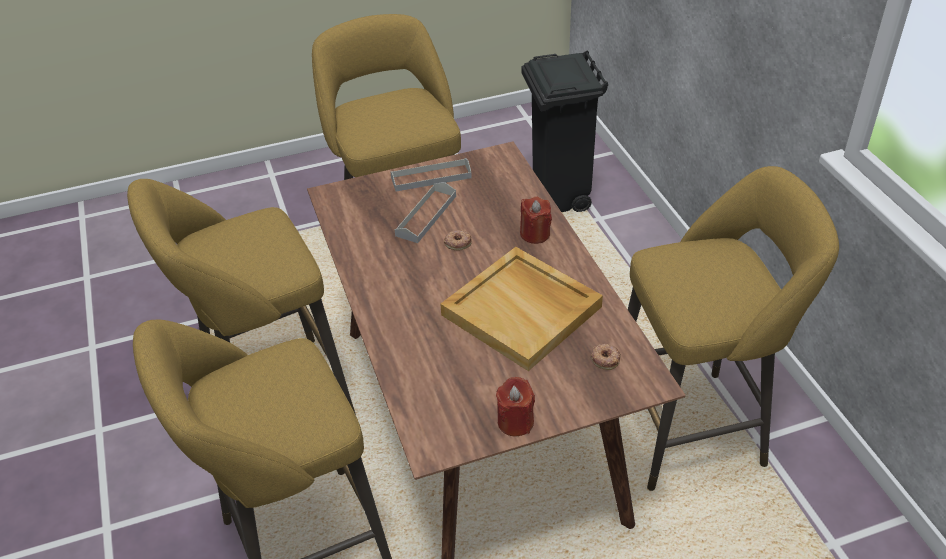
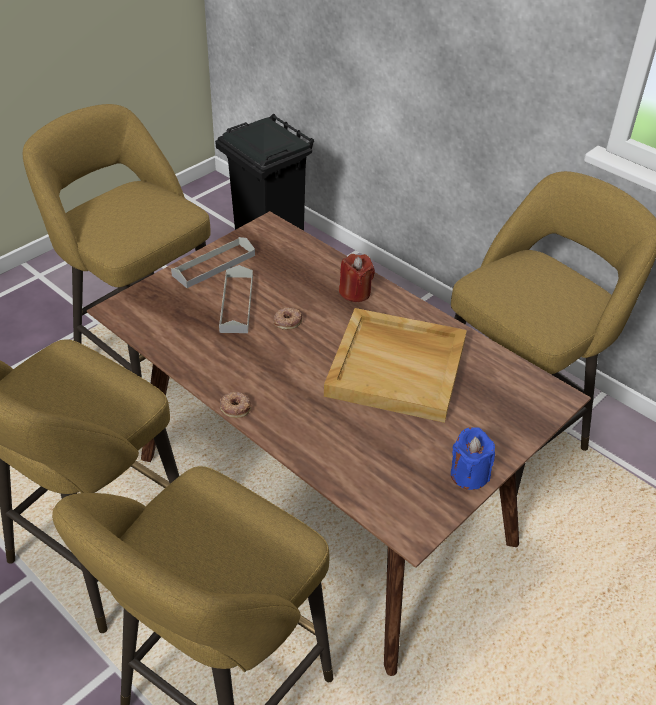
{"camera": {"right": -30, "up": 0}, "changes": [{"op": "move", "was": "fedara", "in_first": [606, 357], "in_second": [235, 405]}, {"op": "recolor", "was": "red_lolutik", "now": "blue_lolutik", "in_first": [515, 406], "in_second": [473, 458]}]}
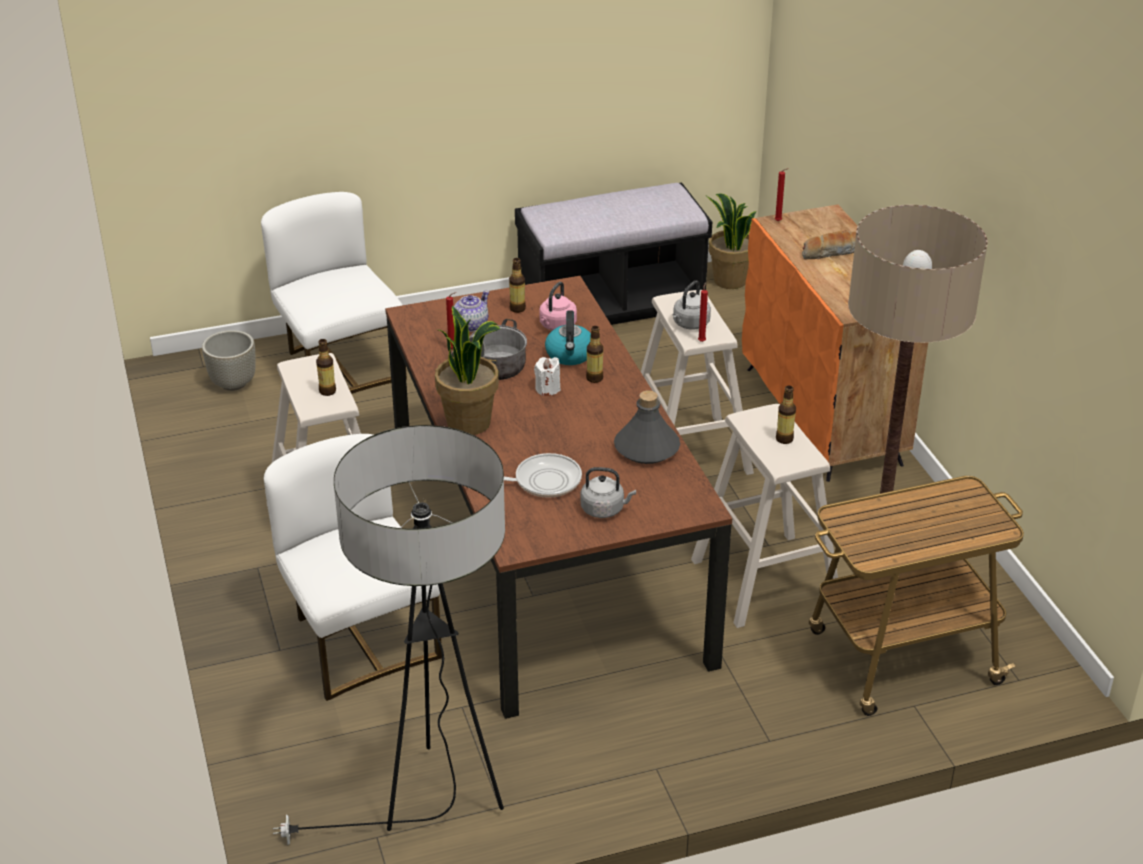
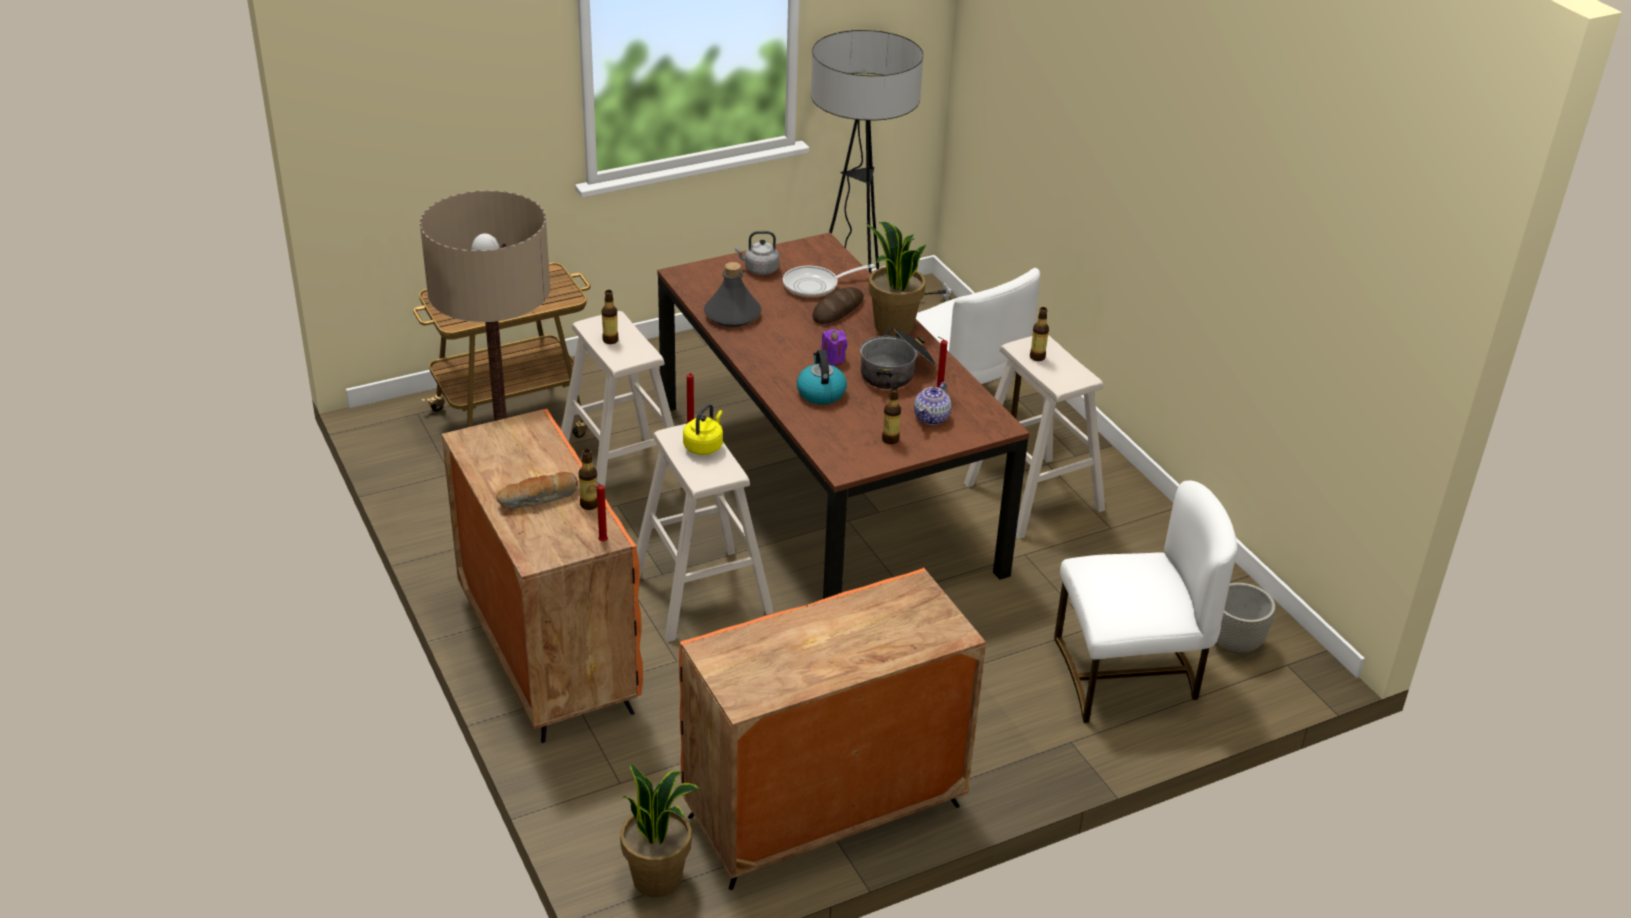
{"camera": {"right": 170, "up": 0}, "changes": [{"op": "replace", "was": "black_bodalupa", "now": "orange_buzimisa", "in_first": [613, 254], "in_second": [832, 729]}, {"op": "rotate", "was": "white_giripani", "in_first": [334, 293], "in_second": [1146, 601], "clockwise": -60}, {"op": "recolor", "was": "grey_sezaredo", "now": "yellow_sezaredo", "in_first": [692, 305], "in_second": [703, 429]}, {"op": "delete", "was": "pink_sezaredo", "in_first": [558, 306]}, {"op": "move", "was": "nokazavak", "in_first": [594, 354], "in_second": [588, 479]}, {"op": "recolor", "was": "white_lolutik", "now": "purple_lolutik", "in_first": [547, 376], "in_second": [834, 347]}, {"op": "insert", "now": "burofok", "in_second": [838, 305]}]}
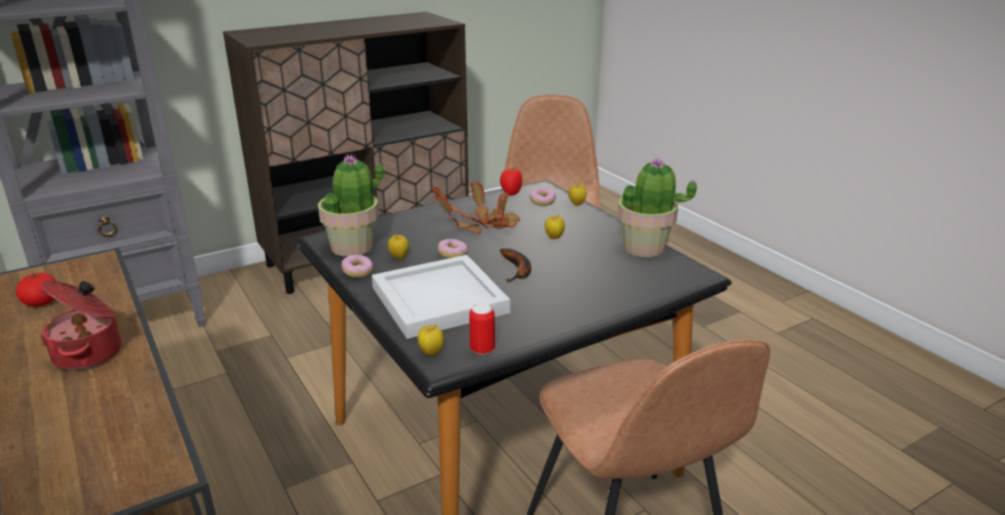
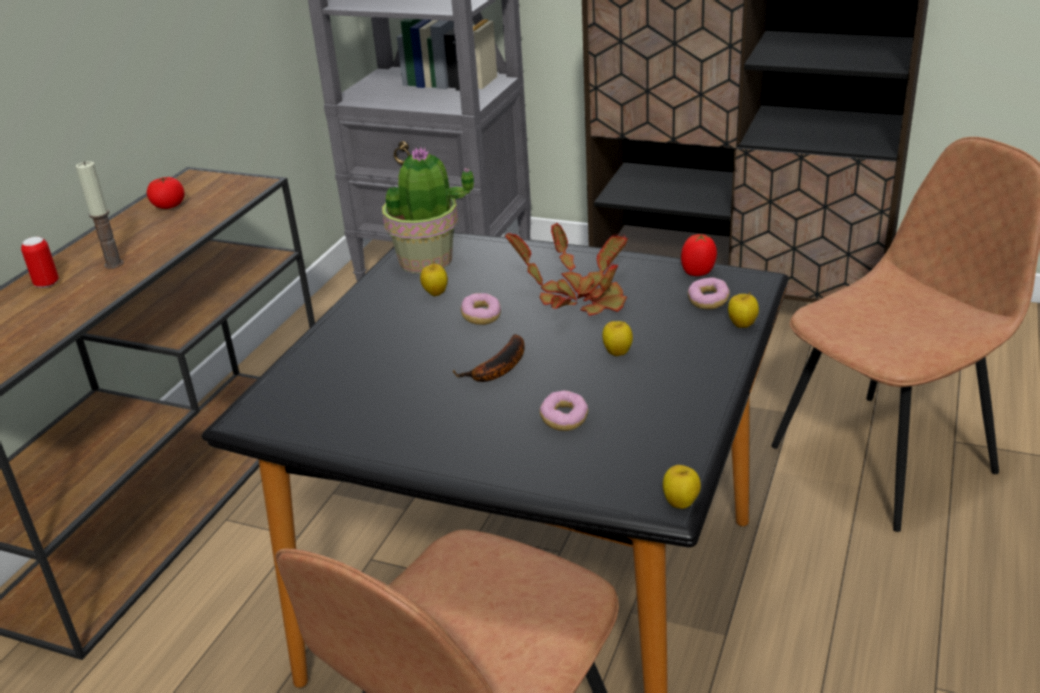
{"camera": {"right": 55, "up": 5}, "changes": [{"op": "delete", "was": "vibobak", "in_first": [657, 207]}, {"op": "move", "was": "fedara", "in_first": [357, 266], "in_second": [564, 410]}, {"op": "delete", "was": "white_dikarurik", "in_first": [441, 297]}, {"op": "replace", "was": "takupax", "now": "lolutik", "in_first": [80, 325], "in_second": [100, 215]}, {"op": "move", "was": "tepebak", "in_first": [482, 329], "in_second": [40, 262]}, {"op": "move", "was": "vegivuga", "in_first": [431, 340], "in_second": [682, 487]}]}
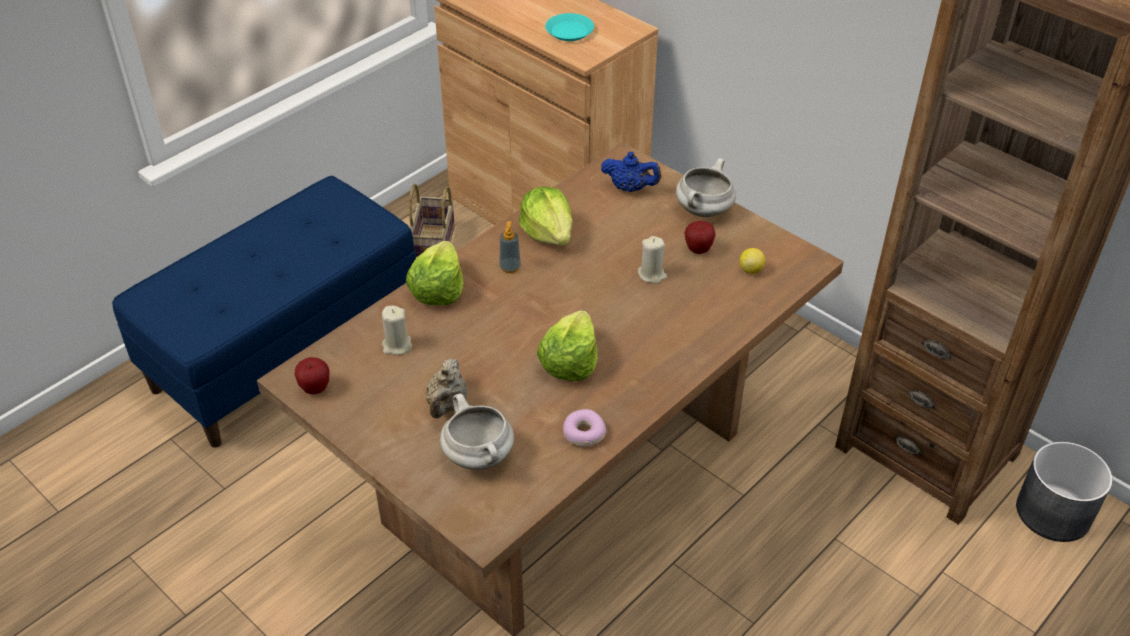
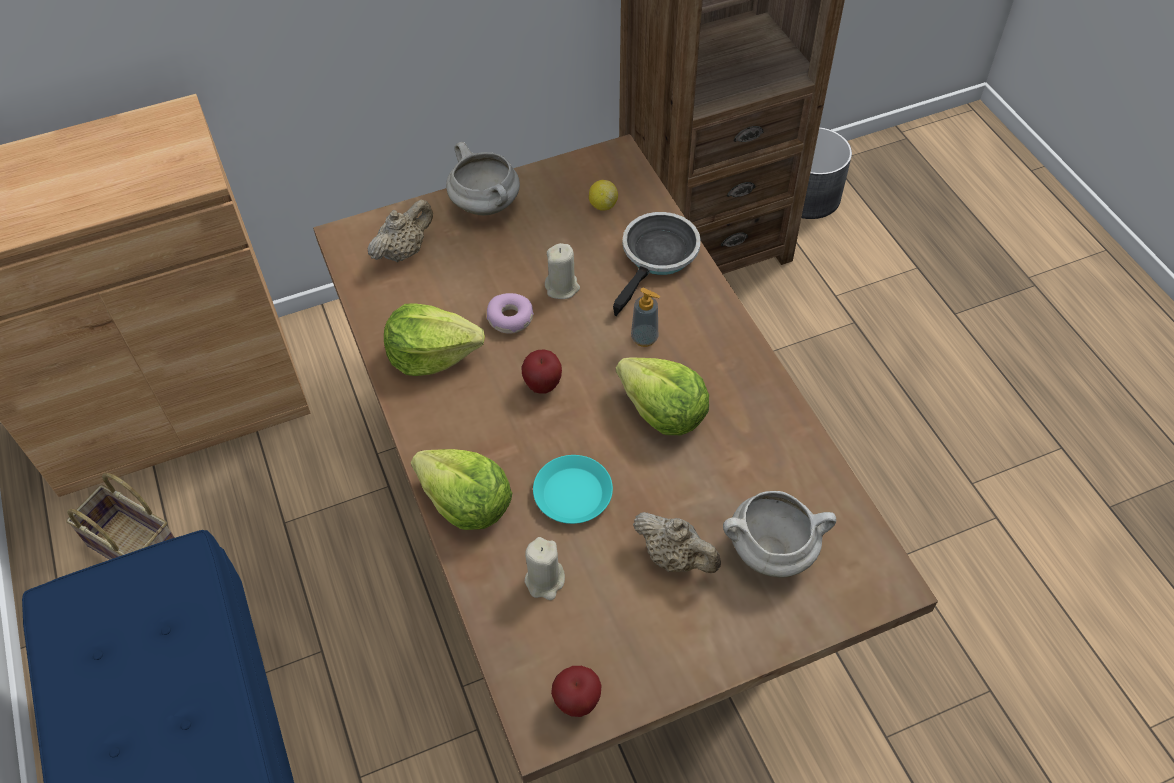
{"camera": {"right": -65, "up": 10}, "changes": [{"op": "move", "was": "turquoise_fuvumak", "in_first": [569, 27], "in_second": [573, 489]}, {"op": "recolor", "was": "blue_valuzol", "now": "beige_valuzol", "in_first": [631, 172], "in_second": [400, 231]}, {"op": "move", "was": "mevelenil", "in_first": [510, 247], "in_second": [645, 317]}, {"op": "move", "was": "vegivuga", "in_first": [700, 237], "in_second": [542, 371]}, {"op": "move", "was": "fedara", "in_first": [584, 428], "in_second": [510, 313]}, {"op": "insert", "now": "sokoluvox", "in_second": [657, 264]}]}
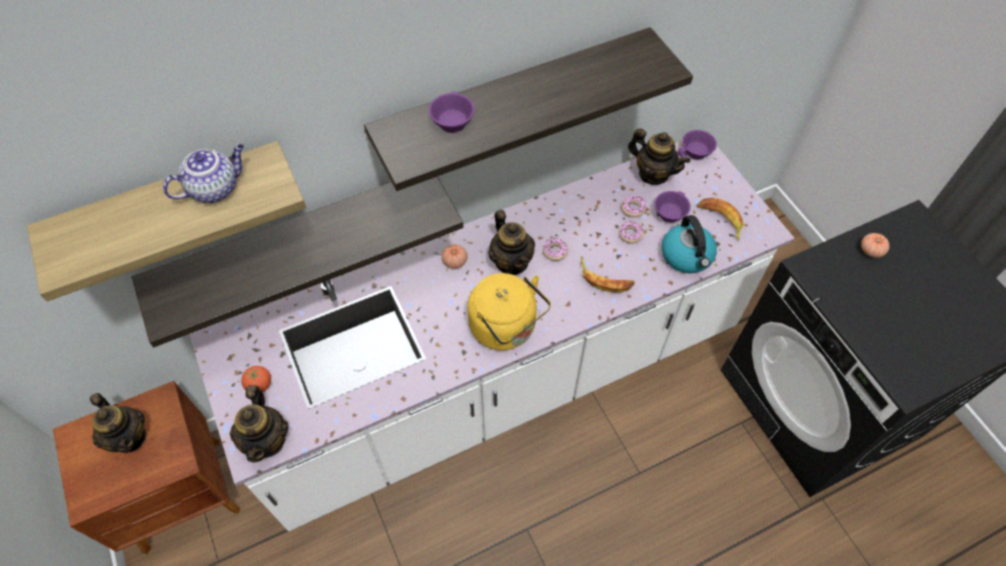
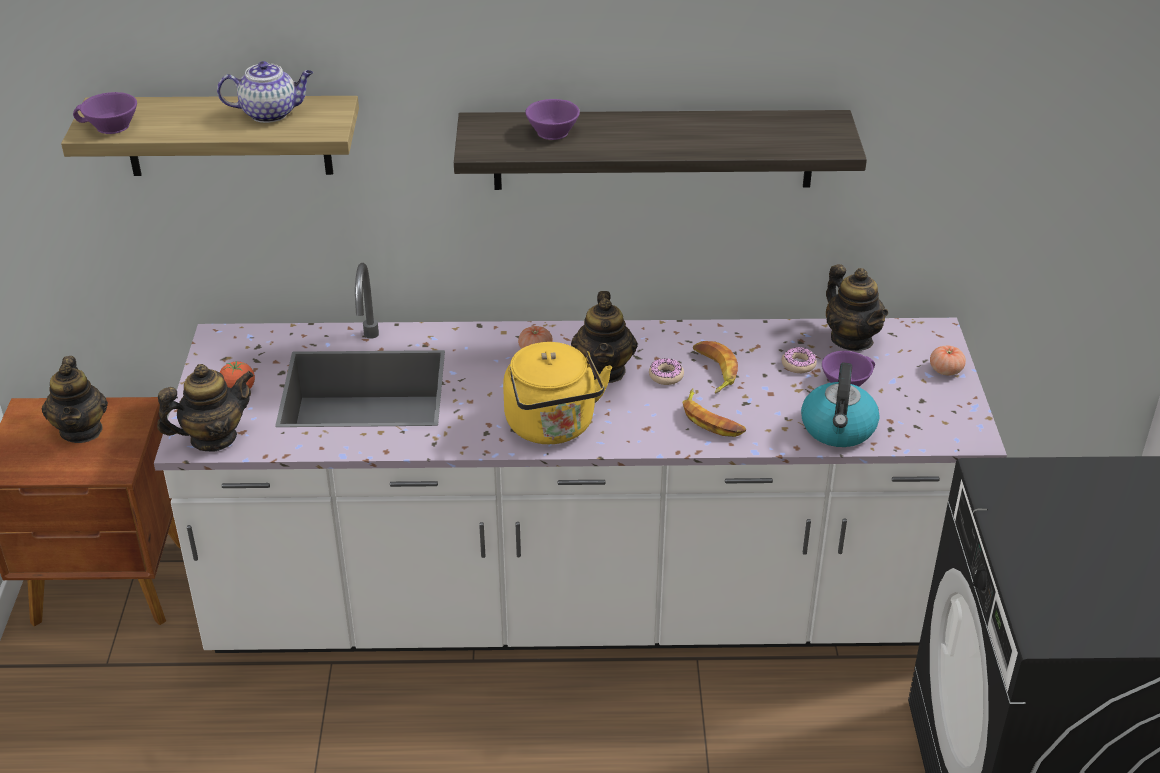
{"camera": {"right": 25, "up": -20}, "changes": [{"op": "move", "was": "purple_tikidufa", "in_first": [697, 145], "in_second": [105, 113]}, {"op": "delete", "was": "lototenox", "in_first": [297, 262]}, {"op": "move", "was": "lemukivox", "in_first": [720, 219], "in_second": [715, 367]}, {"op": "delete", "was": "fedara", "in_first": [631, 232]}, {"op": "move", "was": "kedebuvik", "in_first": [875, 245], "in_second": [948, 360]}, {"op": "rotate", "was": "valuzol", "in_first": [259, 423], "in_second": [205, 408], "clockwise": -135}]}
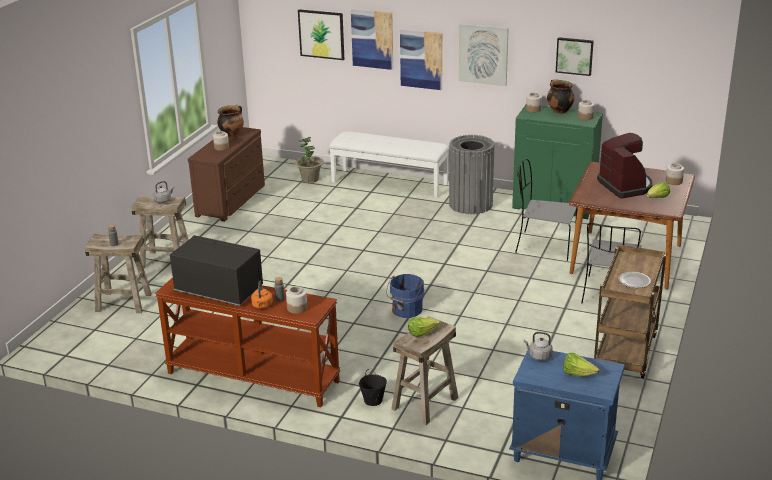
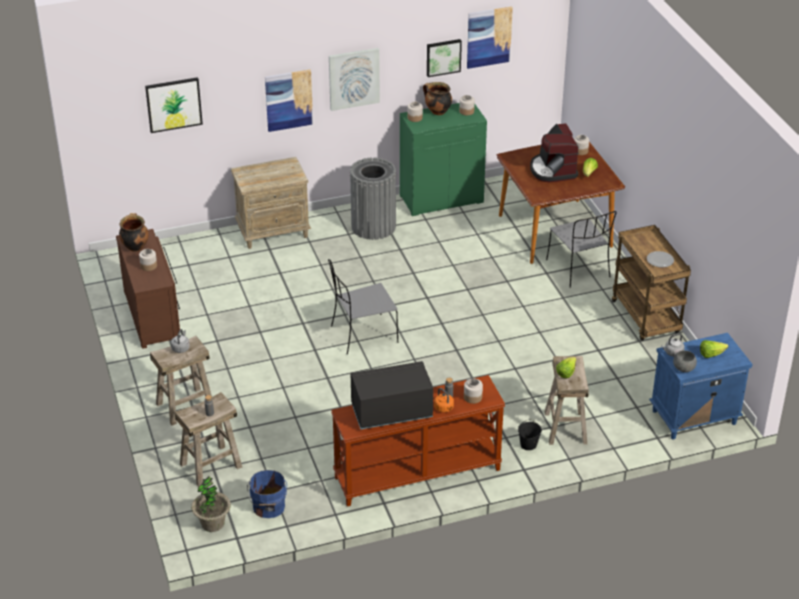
{"camera": {"right": -40, "up": 10}, "changes": [{"op": "move", "was": "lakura", "in_first": [372, 39], "in_second": [490, 37]}, {"op": "replace", "was": "white_bodalupa", "now": "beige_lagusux", "in_first": [389, 164], "in_second": [271, 203]}, {"op": "rotate", "was": "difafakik", "in_first": [624, 166], "in_second": [554, 152], "clockwise": -135}, {"op": "move", "was": "vibobak", "in_first": [309, 160], "in_second": [211, 504]}, {"op": "move", "was": "grey_giripani", "in_first": [546, 210], "in_second": [363, 306]}, {"op": "move", "was": "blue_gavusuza", "in_first": [405, 296], "in_second": [267, 494]}, {"op": "insert", "now": "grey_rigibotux", "in_second": [685, 361]}]}
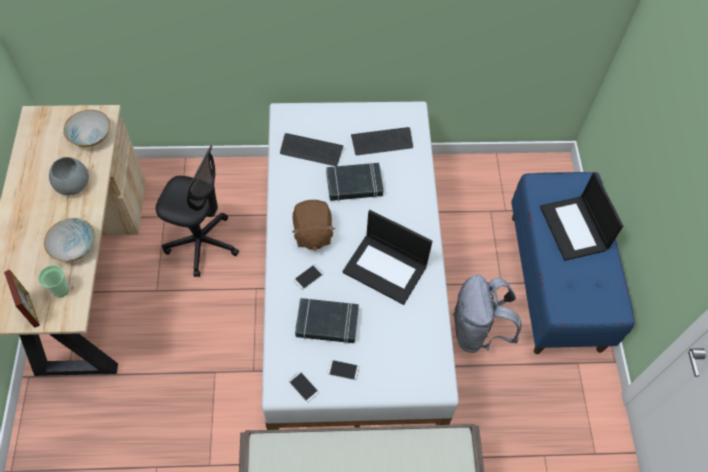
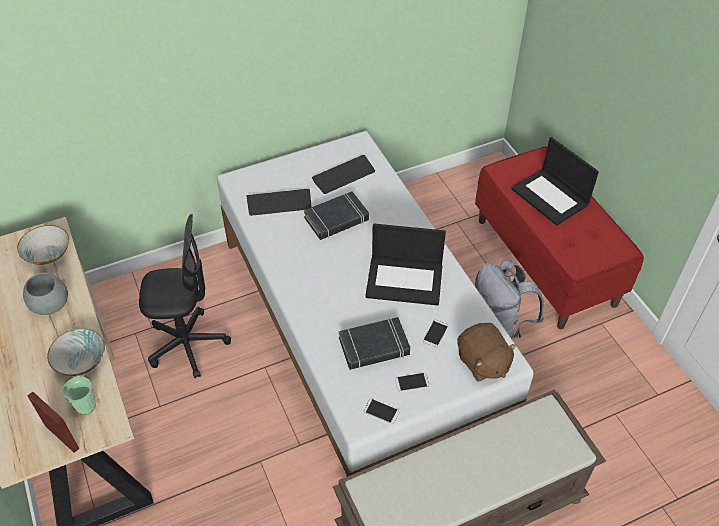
{"camera": {"right": -20, "up": -10}, "changes": [{"op": "recolor", "was": "blue_bodalupa", "now": "red_bodalupa", "in_first": [573, 263], "in_second": [559, 237]}, {"op": "move", "was": "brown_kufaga", "in_first": [313, 225], "in_second": [487, 352]}, {"op": "move", "was": "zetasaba", "in_first": [308, 277], "in_second": [435, 333]}]}
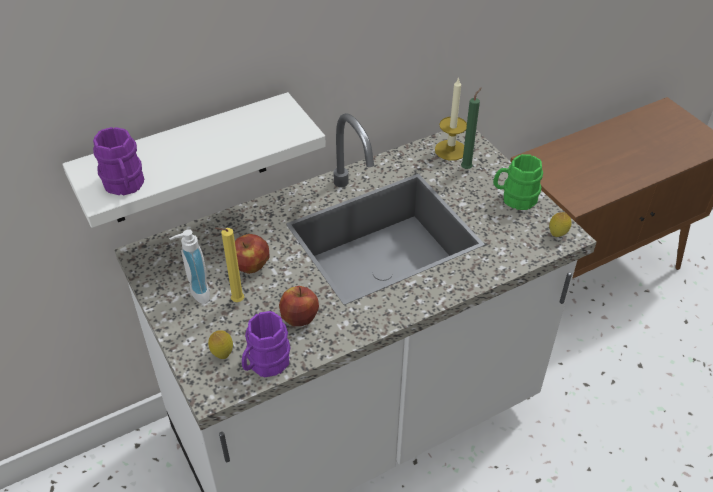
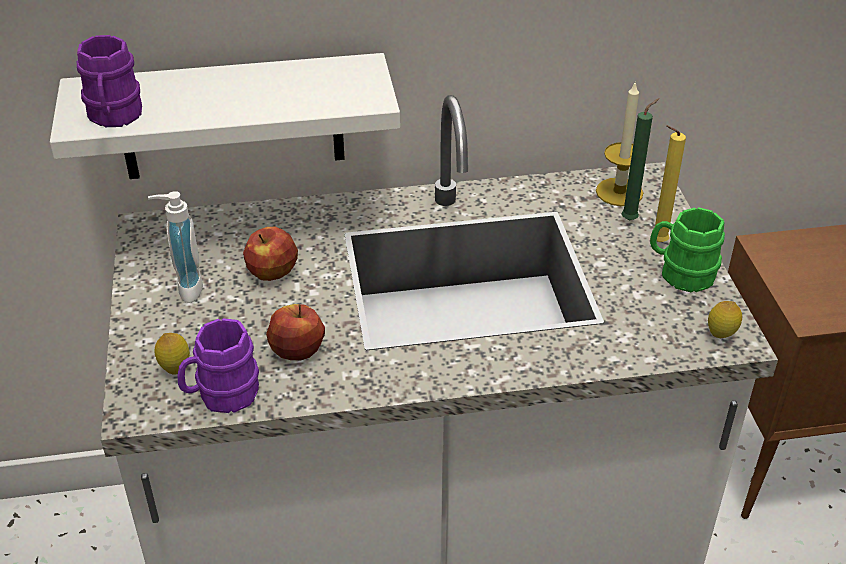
{"camera": {"right": 20, "up": -5}, "changes": [{"op": "move", "was": "yellow_lolutik", "in_first": [229, 264], "in_second": [670, 183]}]}
